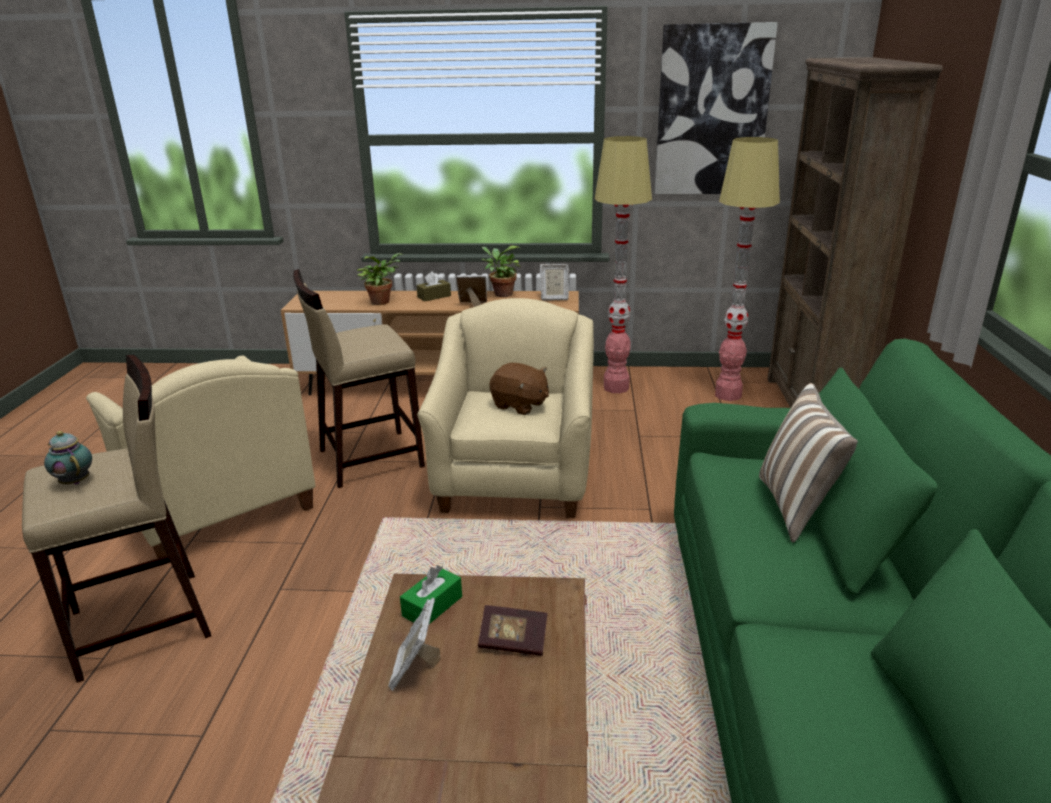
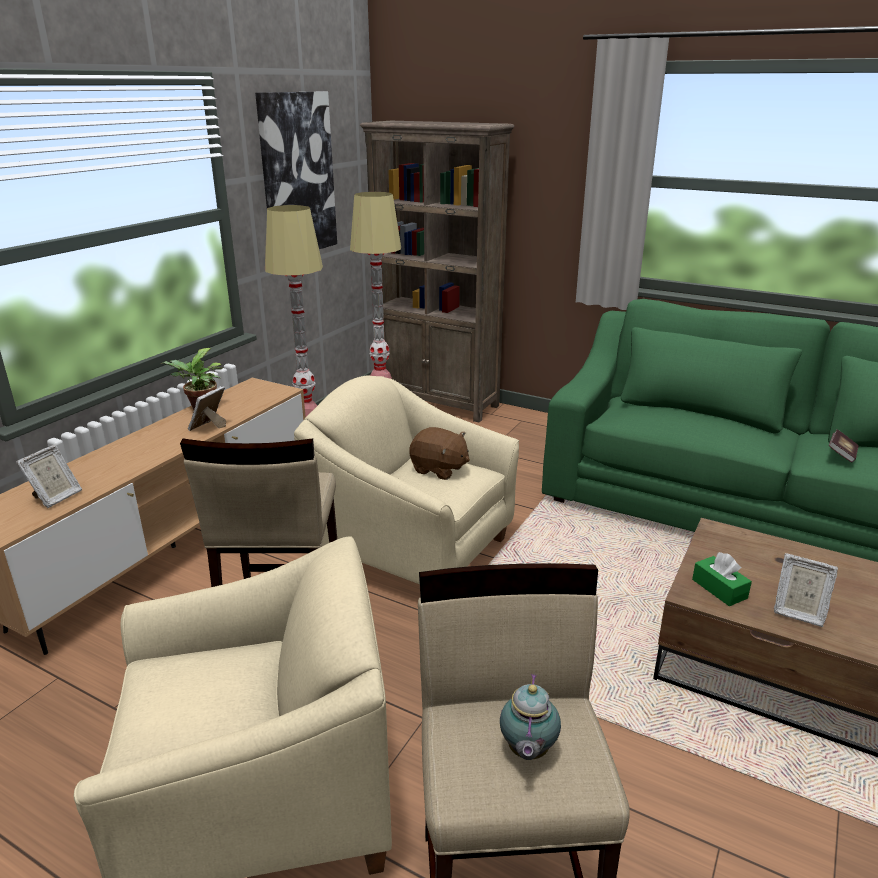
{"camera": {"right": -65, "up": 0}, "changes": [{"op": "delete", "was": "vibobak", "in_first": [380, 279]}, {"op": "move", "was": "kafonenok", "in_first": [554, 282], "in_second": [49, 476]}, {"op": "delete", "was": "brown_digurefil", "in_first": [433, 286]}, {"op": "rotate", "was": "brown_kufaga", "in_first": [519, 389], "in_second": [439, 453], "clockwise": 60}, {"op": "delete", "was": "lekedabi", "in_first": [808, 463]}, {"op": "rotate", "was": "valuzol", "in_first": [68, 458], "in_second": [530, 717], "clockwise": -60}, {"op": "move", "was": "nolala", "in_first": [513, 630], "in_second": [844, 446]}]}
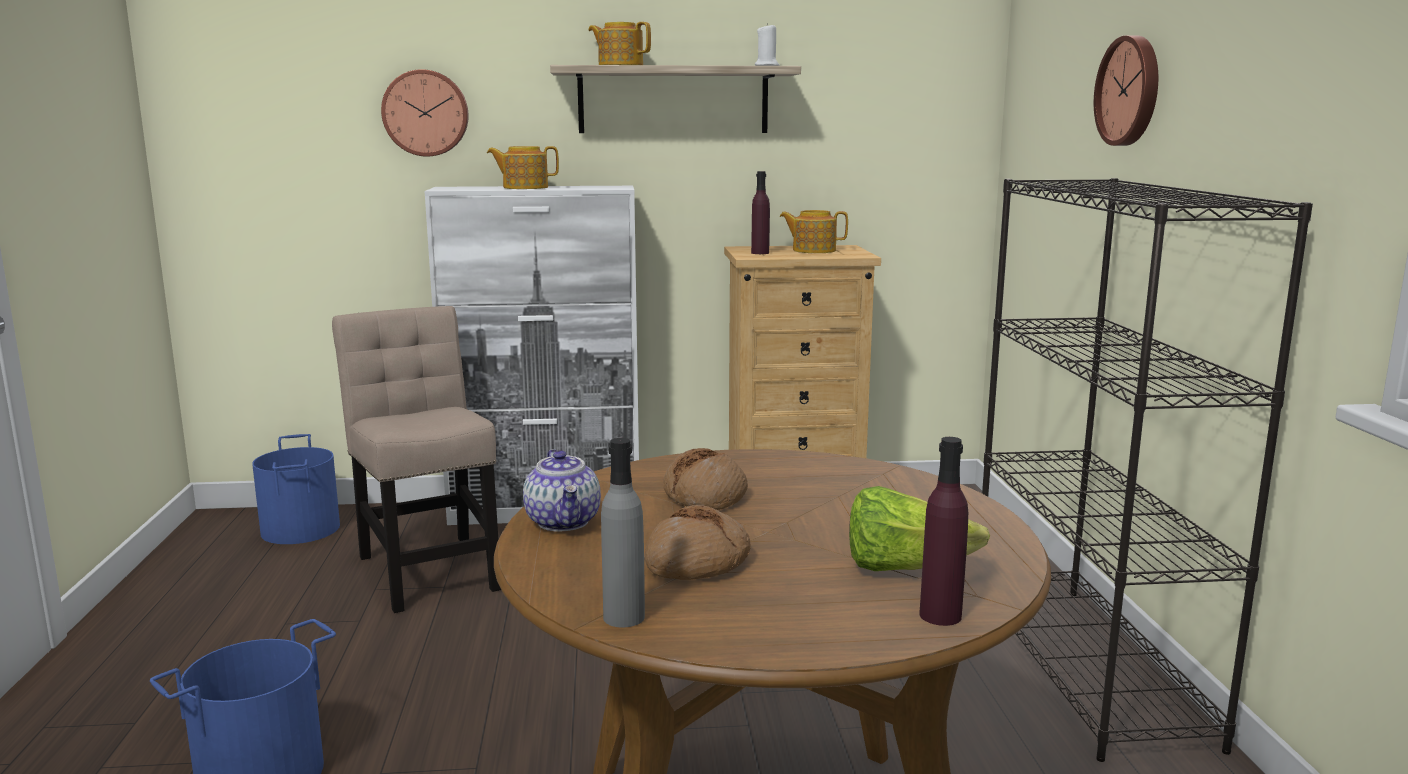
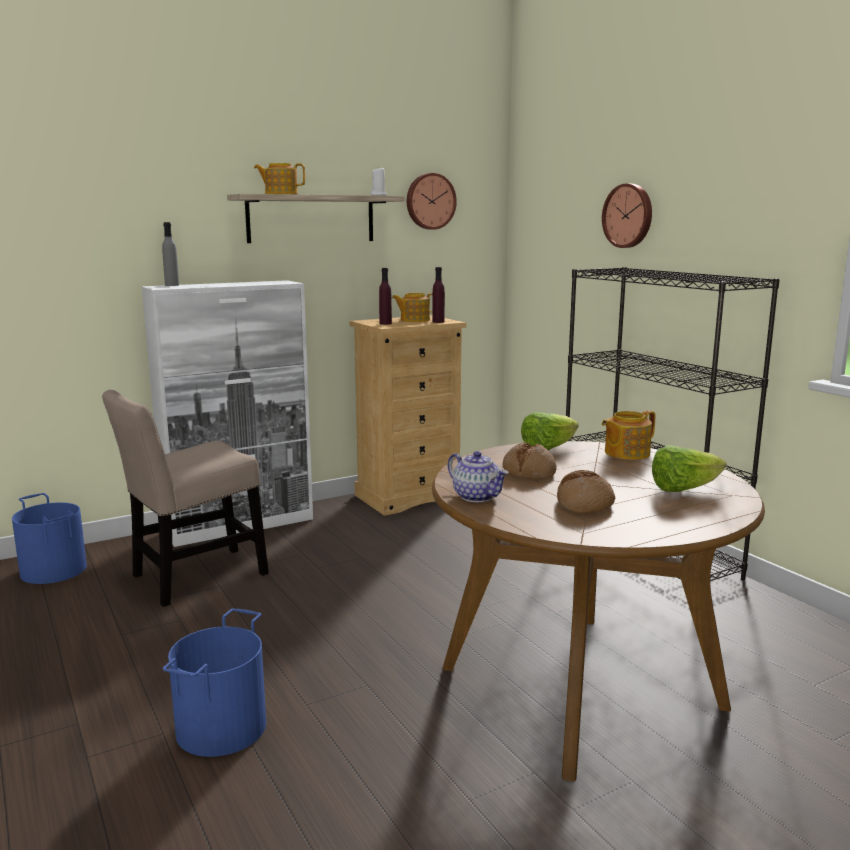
{"camera": {"right": -25, "up": 0}, "changes": [{"op": "move", "was": "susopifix", "in_first": [425, 113], "in_second": [432, 201]}, {"op": "move", "was": "valuzol", "in_first": [523, 167], "in_second": [628, 435]}, {"op": "rotate", "was": "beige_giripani", "in_first": [416, 459], "in_second": [185, 498], "clockwise": -75}, {"op": "move", "was": "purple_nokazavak", "in_first": [943, 531], "in_second": [438, 295]}, {"op": "move", "was": "grey_nokazavak", "in_first": [623, 532], "in_second": [170, 254]}, {"op": "insert", "now": "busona", "in_second": [550, 431]}]}
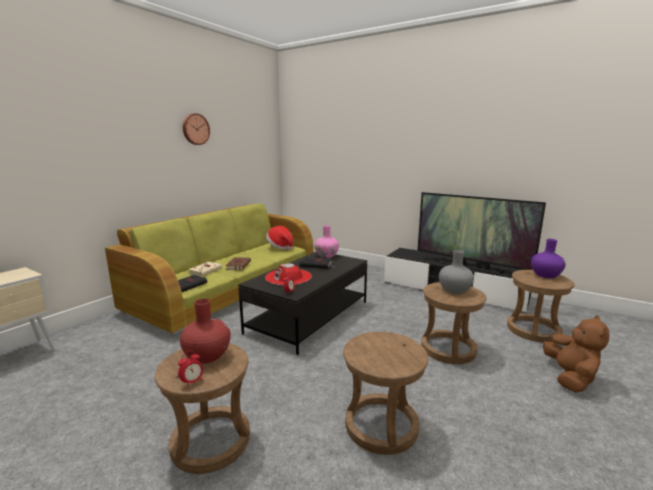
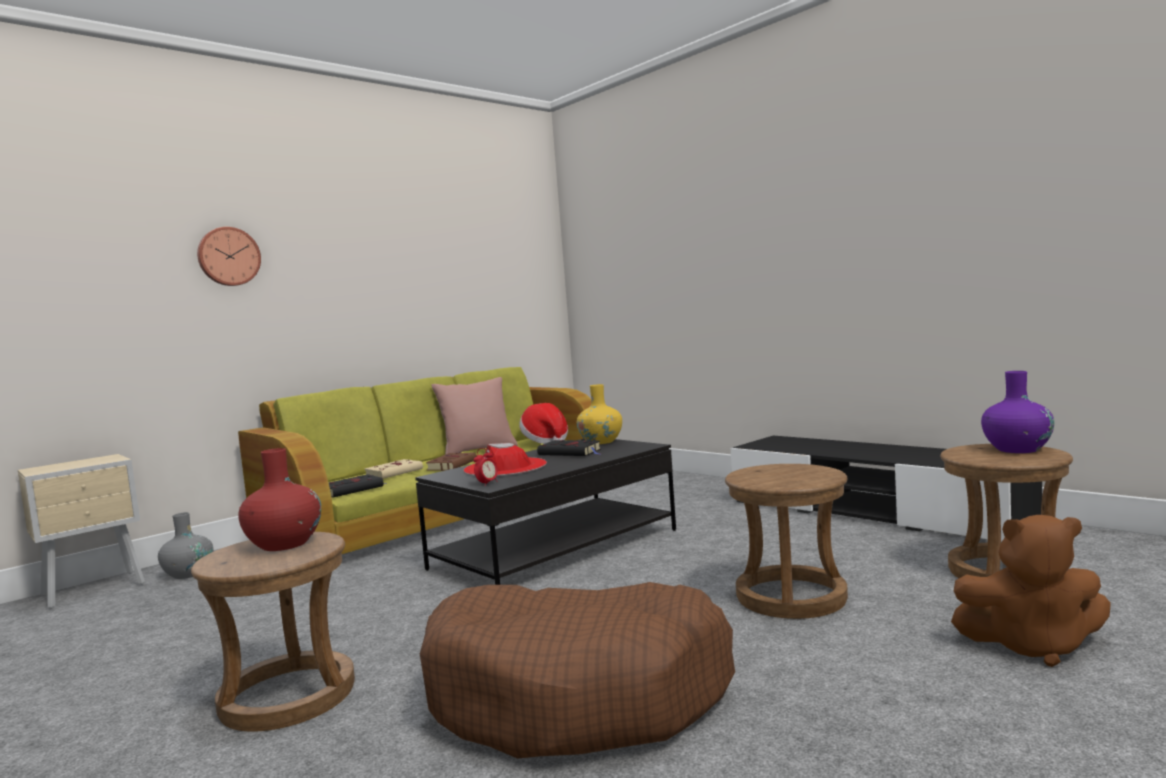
{"camera": {"right": 15, "up": -10}, "changes": [{"op": "move", "was": "susopifix", "in_first": [196, 129], "in_second": [229, 256]}, {"op": "delete", "was": "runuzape", "in_first": [481, 233]}, {"op": "recolor", "was": "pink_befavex", "now": "yellow_befavex", "in_first": [326, 241], "in_second": [599, 414]}, {"op": "move", "was": "grey_befavex", "in_first": [456, 272], "in_second": [186, 545]}, {"op": "rotate", "was": "brown_kufaga", "in_first": [576, 354], "in_second": [1031, 591], "clockwise": 75}, {"op": "replace", "was": "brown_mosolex", "now": "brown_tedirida", "in_first": [385, 393], "in_second": [577, 670]}, {"op": "delete", "was": "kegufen", "in_first": [190, 369]}, {"op": "insert", "now": "pink_lekedabi", "in_second": [474, 416]}]}
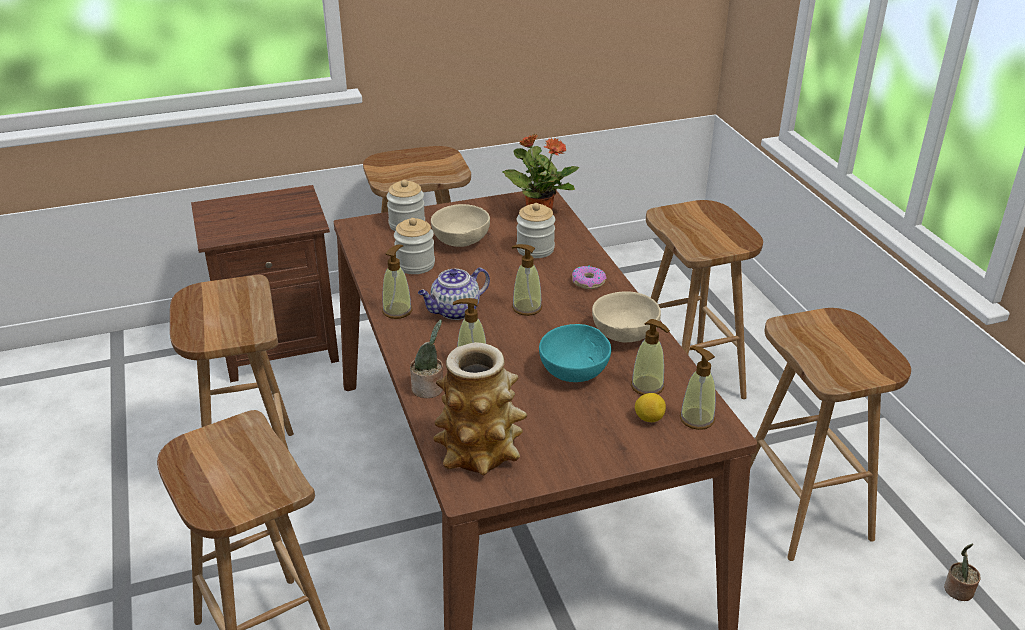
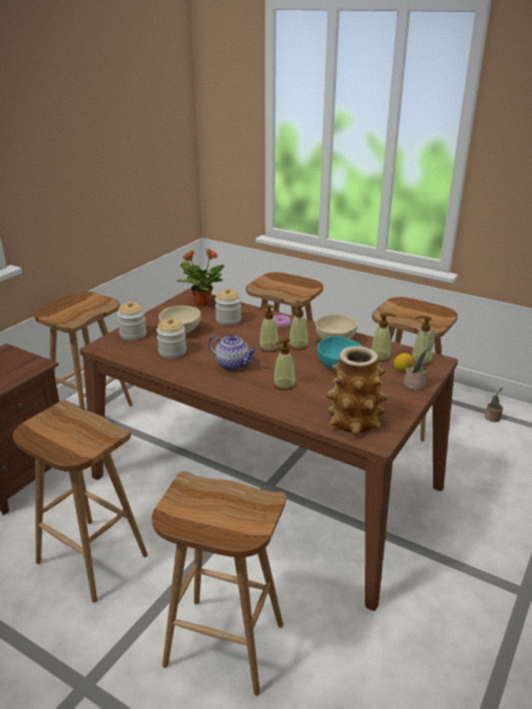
{"camera": {"right": -40, "up": -5}, "changes": [{"op": "move", "was": "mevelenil", "in_first": [397, 282], "in_second": [298, 325]}, {"op": "rotate", "was": "valuzol", "in_first": [454, 294], "in_second": [232, 353], "clockwise": -75}, {"op": "move", "was": "vibobak", "in_first": [426, 358], "in_second": [420, 360]}]}
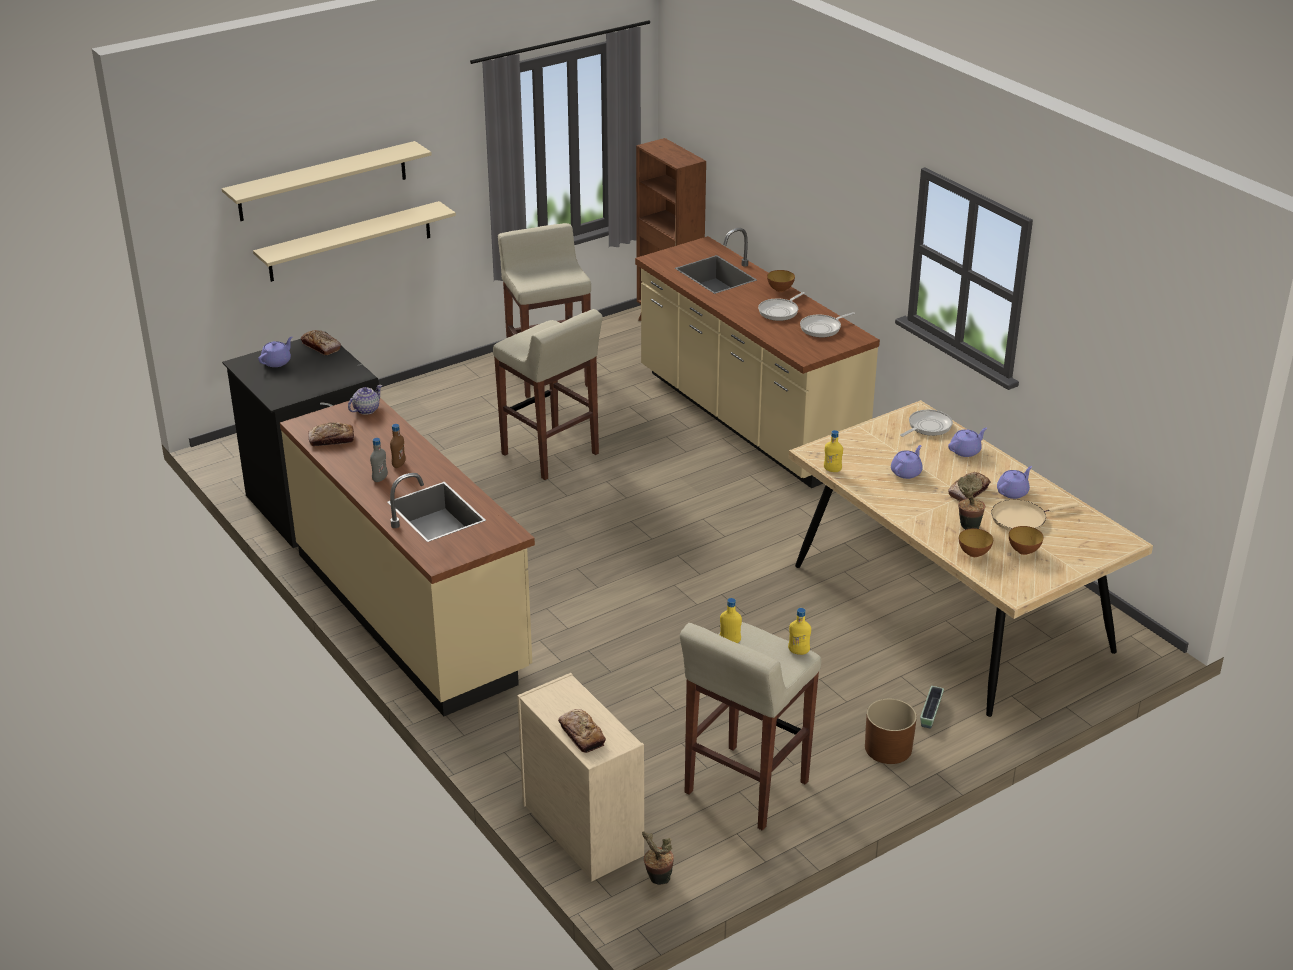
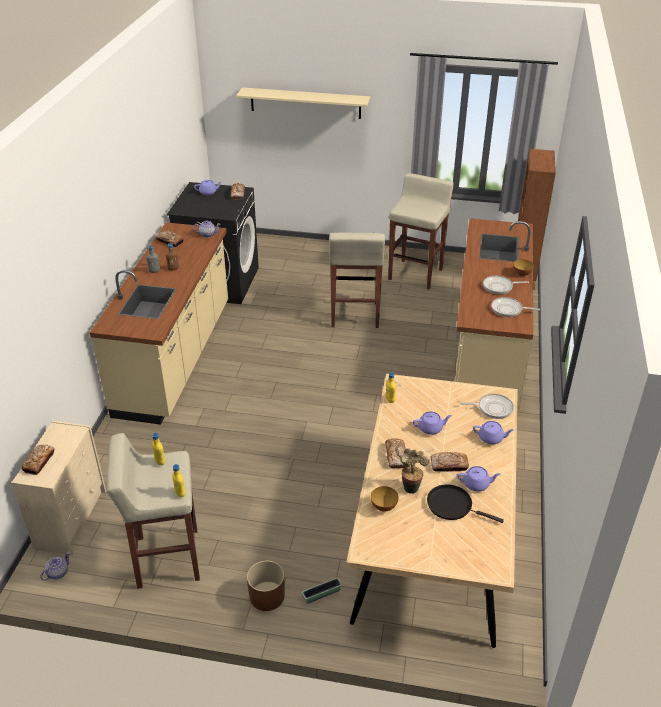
{"camera": {"right": 45, "up": 5}, "changes": [{"op": "delete", "was": "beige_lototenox", "in_first": [354, 241]}, {"op": "recolor", "was": "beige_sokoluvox", "now": "black_sokoluvox", "in_first": [1035, 515], "in_second": [465, 503]}, {"op": "delete", "was": "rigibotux", "in_first": [1026, 540]}, {"op": "replace", "was": "vibobak", "now": "valuzol", "in_first": [658, 858], "in_second": [55, 566]}, {"op": "insert", "now": "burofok", "in_second": [395, 454]}]}
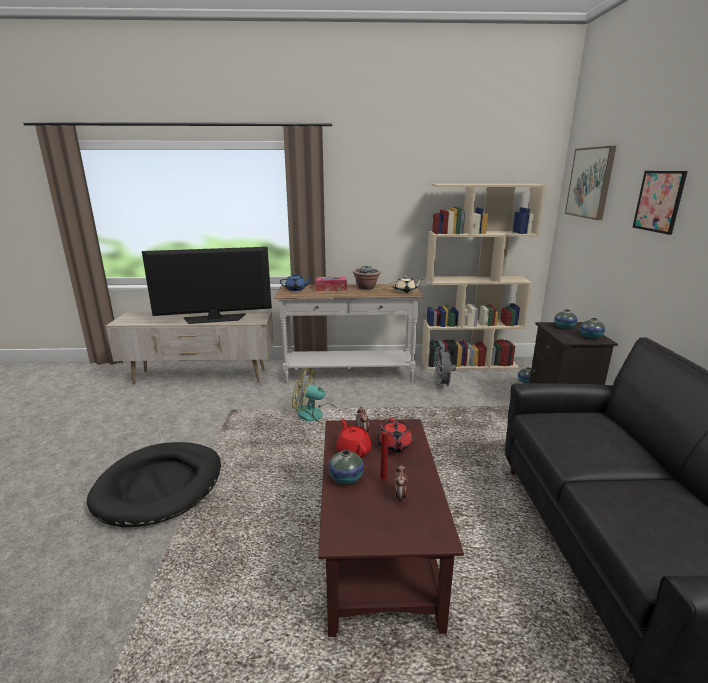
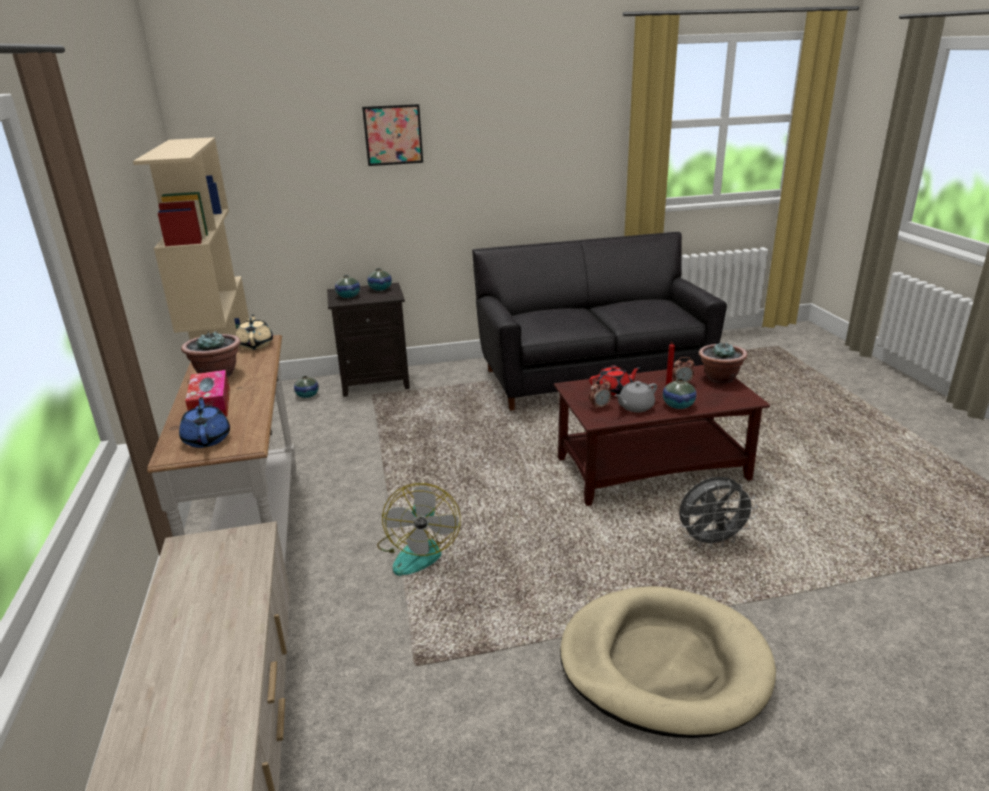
{"camera": {"right": -100, "up": 5}, "changes": [{"op": "delete", "was": "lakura", "in_first": [590, 183]}, {"op": "delete", "was": "runuzape", "in_first": [207, 285]}, {"op": "move", "was": "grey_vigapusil", "in_first": [445, 367], "in_second": [718, 513]}, {"op": "recolor", "was": "red_valuzol", "now": "grey_valuzol", "in_first": [354, 437], "in_second": [636, 396]}, {"op": "recolor", "was": "black_tedirida", "now": "beige_tedirida", "in_first": [154, 484], "in_second": [668, 662]}, {"op": "insert", "now": "vibobak", "in_second": [723, 363]}]}
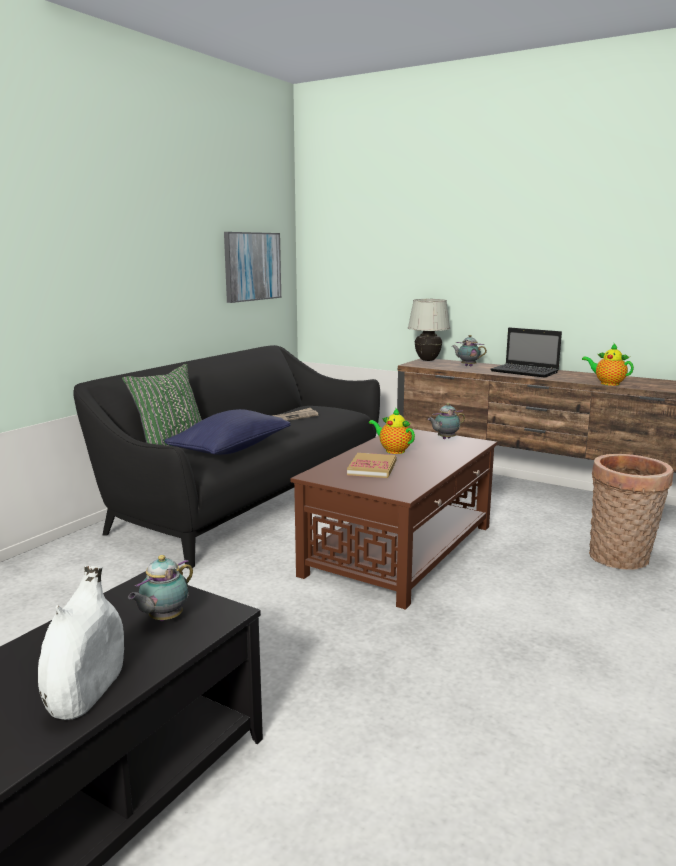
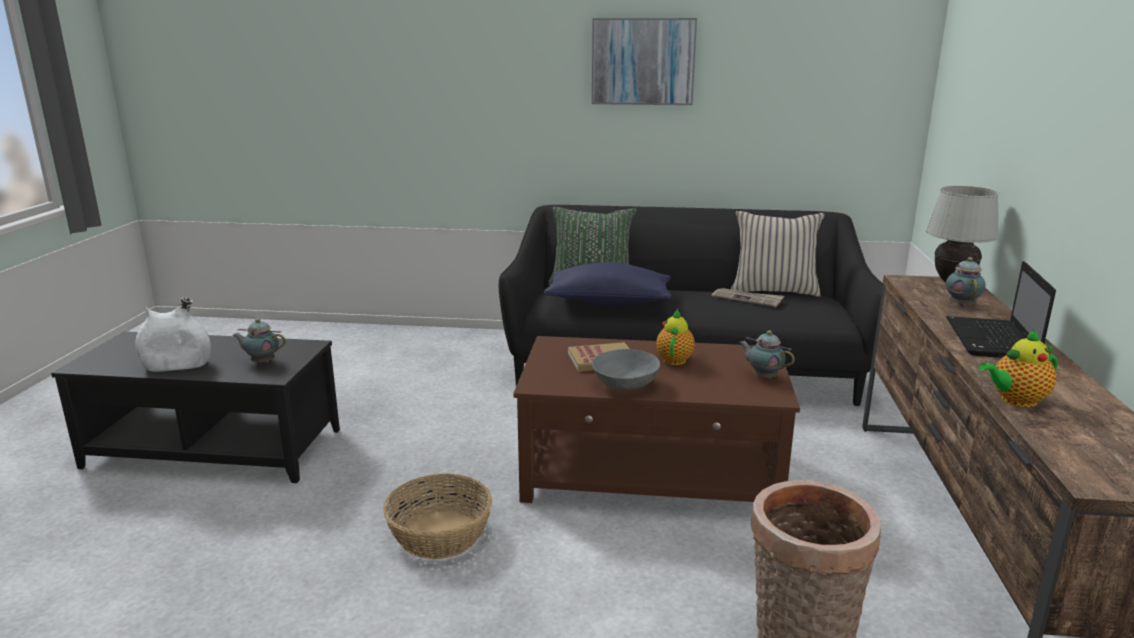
{"camera": {"right": 65, "up": 5}, "changes": [{"op": "move", "was": "lakura", "in_first": [252, 267], "in_second": [644, 61]}, {"op": "rotate", "was": "valuzol", "in_first": [608, 365], "in_second": [1018, 368], "clockwise": -120}, {"op": "insert", "now": "beige_lekedabi", "in_second": [778, 254]}, {"op": "insert", "now": "grey_rigibotux", "in_second": [626, 369]}, {"op": "insert", "now": "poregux", "in_second": [437, 516]}]}
